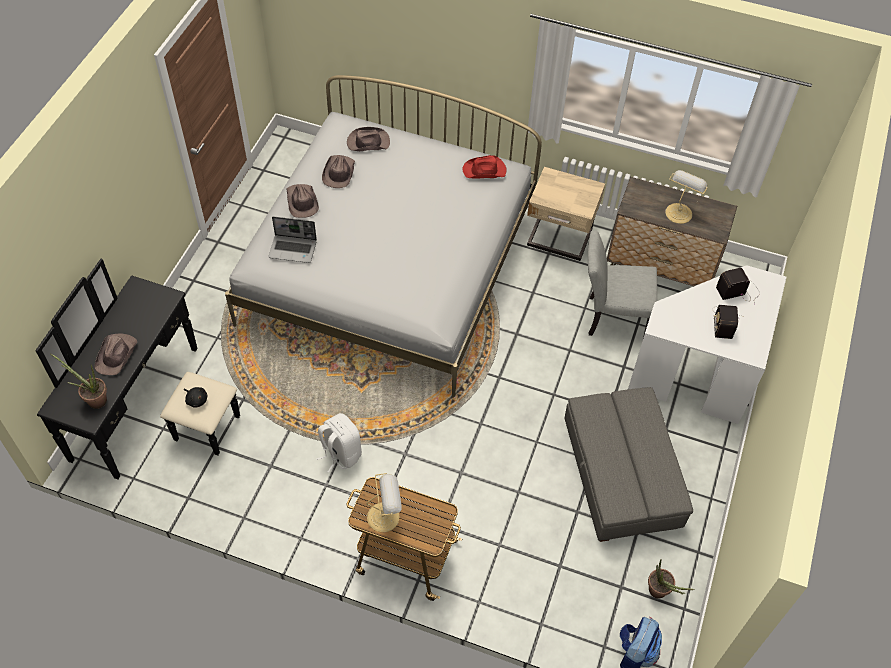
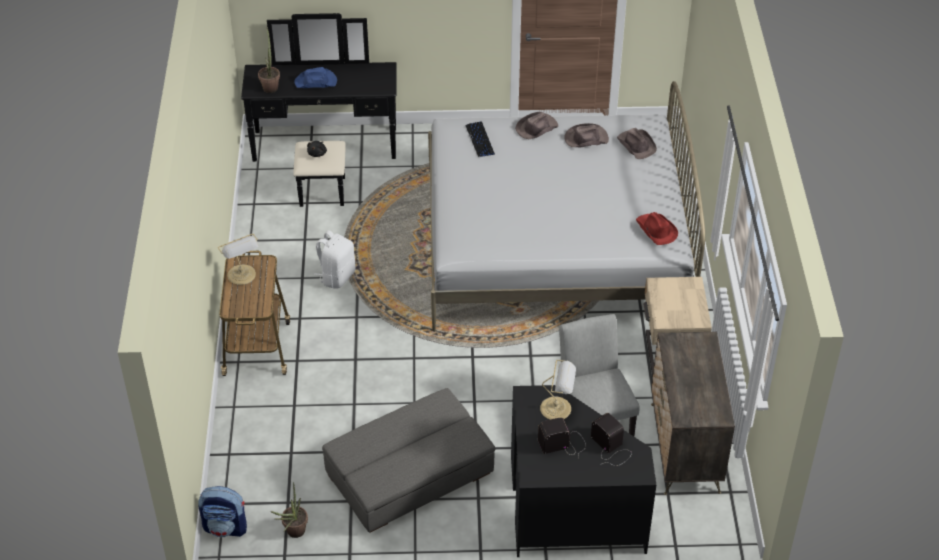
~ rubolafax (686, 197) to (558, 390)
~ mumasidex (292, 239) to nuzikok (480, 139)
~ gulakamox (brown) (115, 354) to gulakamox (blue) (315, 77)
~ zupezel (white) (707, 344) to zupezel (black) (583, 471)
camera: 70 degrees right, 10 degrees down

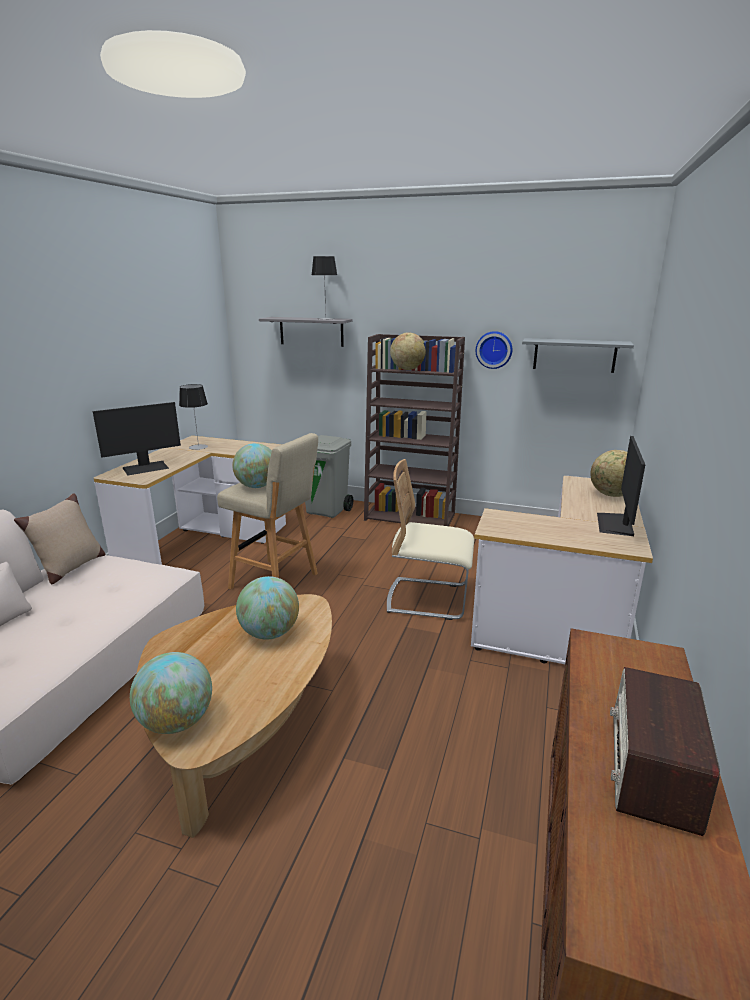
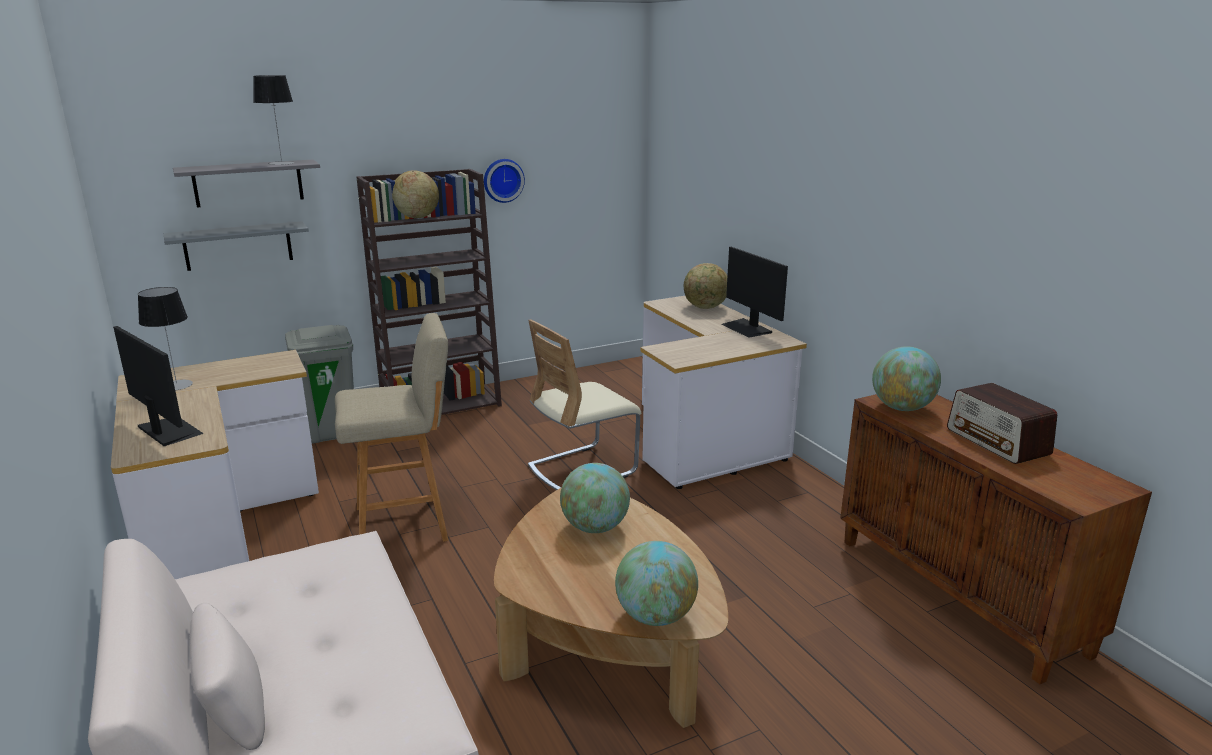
- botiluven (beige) (60, 538)
~ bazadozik (252, 465) to (906, 378)
~ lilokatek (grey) (578, 355) to (236, 246)
~ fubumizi (137, 438) = (158, 386) 60 degrees counterclockwise
camera: 45 degrees left, 0 degrees up

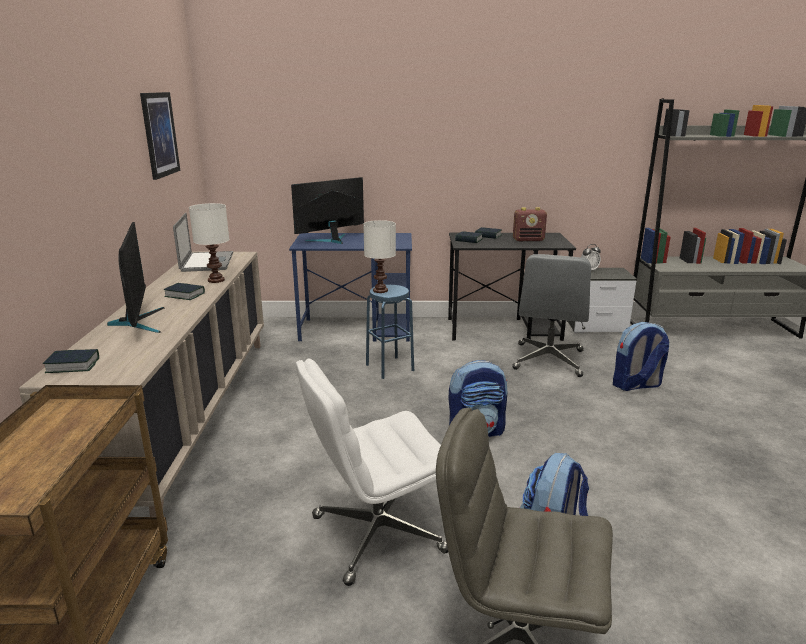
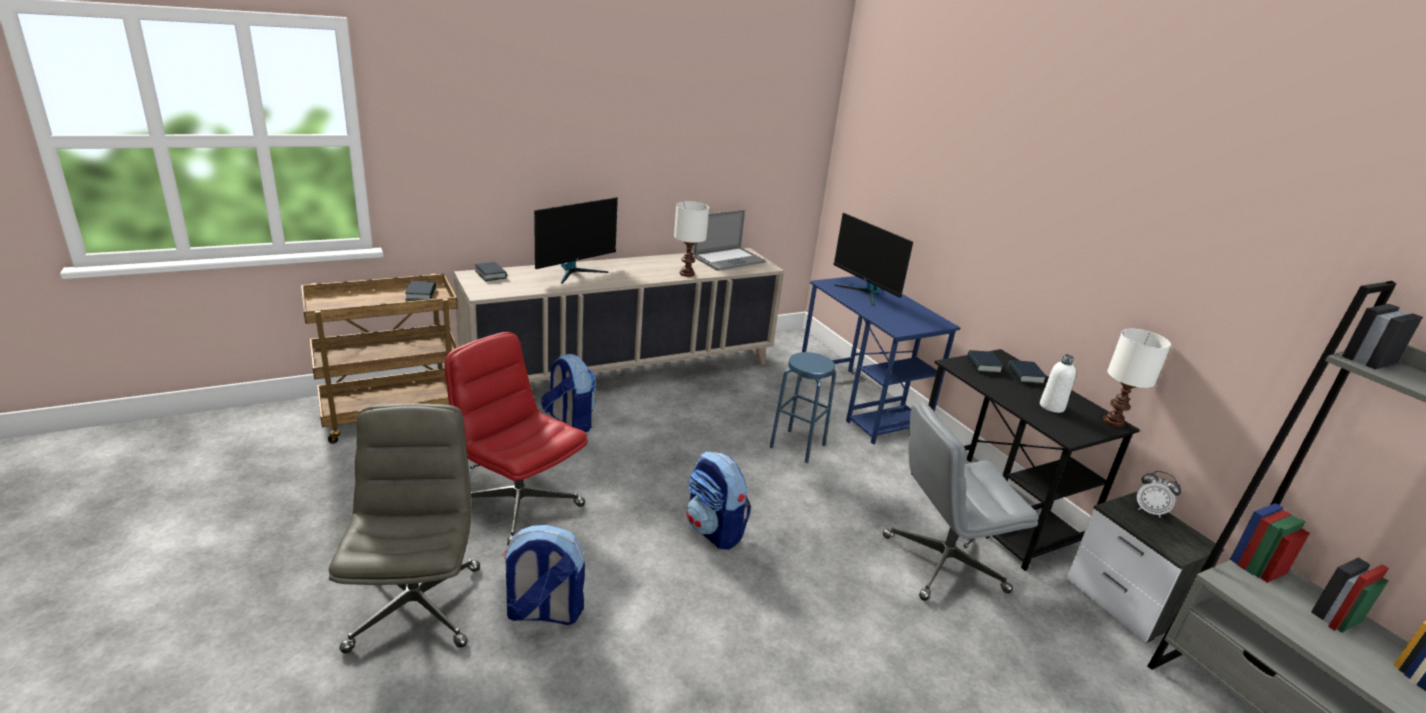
- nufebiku (160, 136)
~ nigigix (184, 291) to (420, 291)
~ rubolafax (white) (379, 256) to (1137, 378)
~ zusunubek (641, 356) to (568, 393)
~ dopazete (530, 224) to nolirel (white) (1058, 383)
~ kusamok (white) (372, 472) to kusamok (red) (516, 439)
~ fubumizi (327, 210) = (873, 259) 150 degrees counterclockwise
camera: 60 degrees right, 5 degrees up

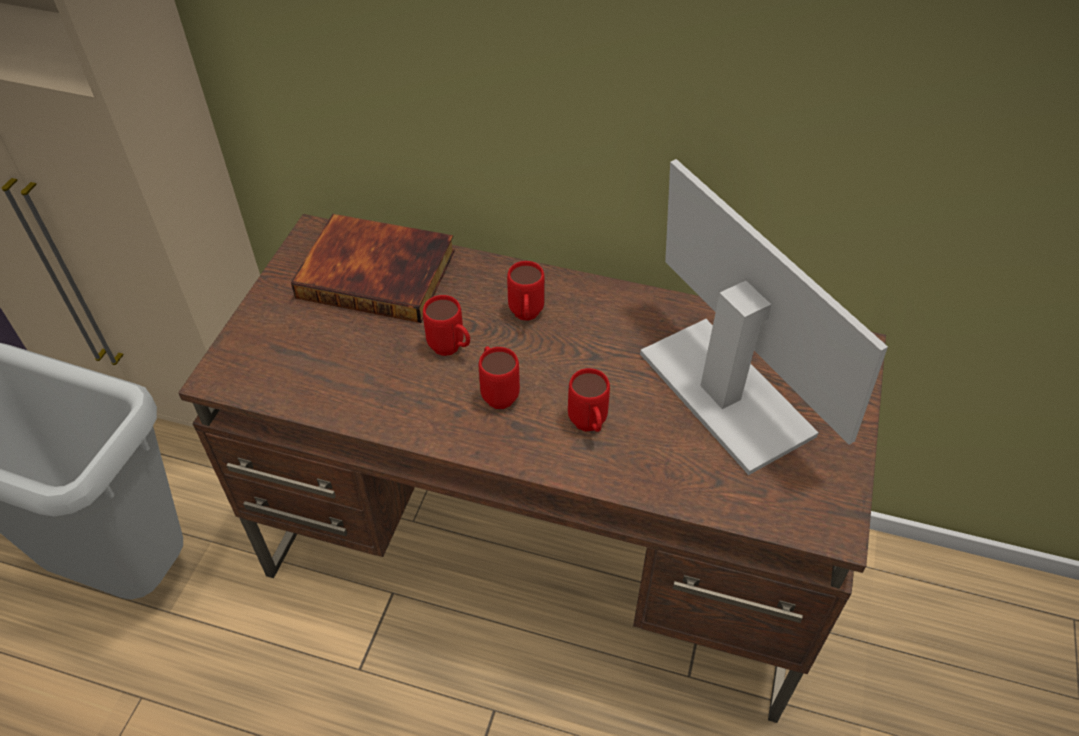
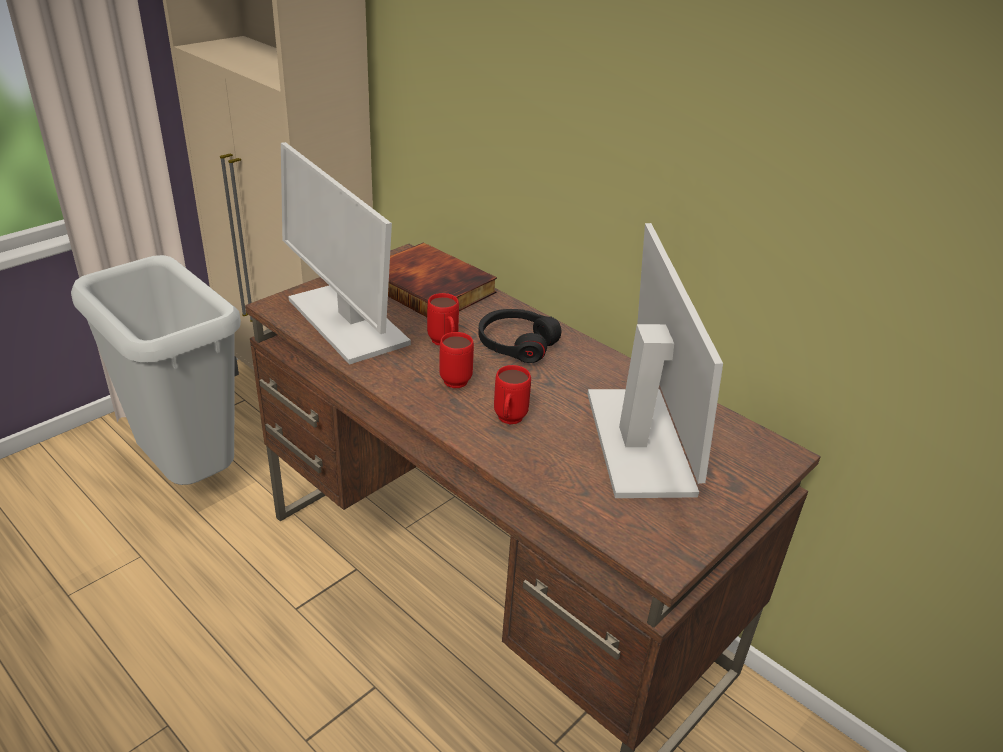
+ fubumizi (346, 253)
~ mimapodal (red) (526, 291) to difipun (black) (519, 336)
camera: 25 degrees right, 15 degrees down

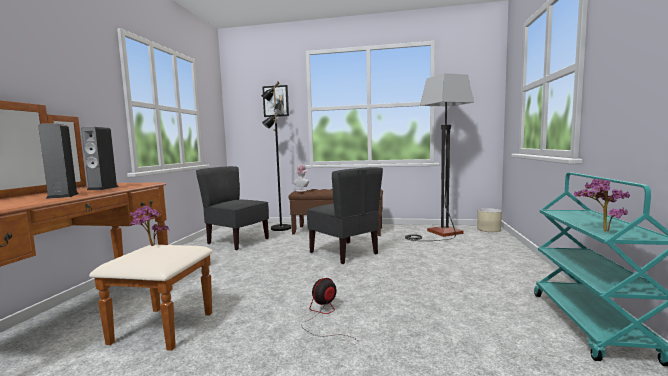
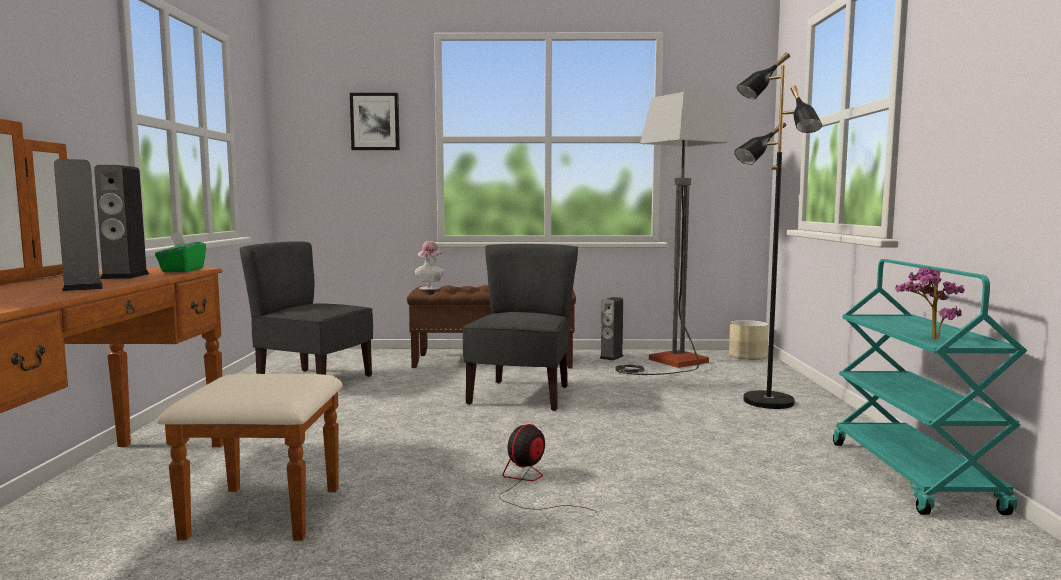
- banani (149, 226)
+ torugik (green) (180, 252)
+ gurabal (612, 329)
~ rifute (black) (276, 156) to (778, 230)
~ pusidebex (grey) (345, 215) = (520, 327) 120 degrees counterclockwise
camera: 10 degrees left, 0 degrees up

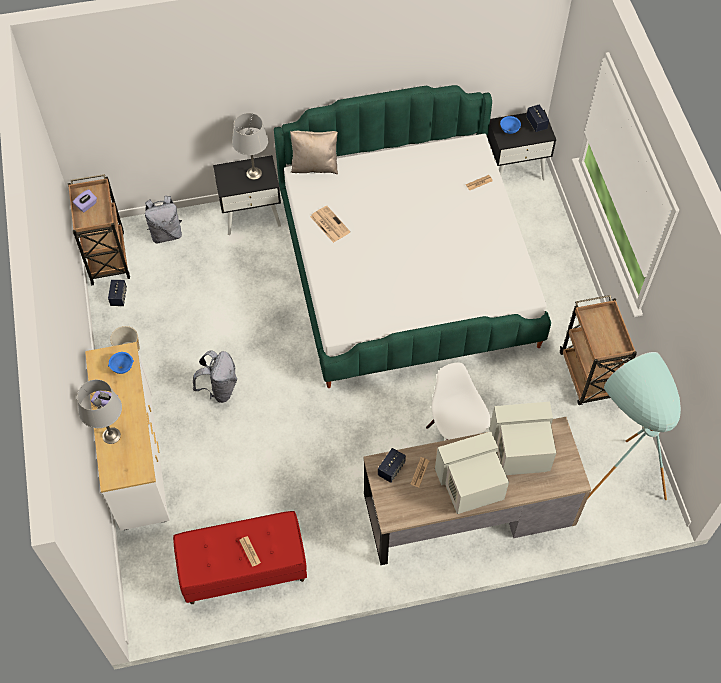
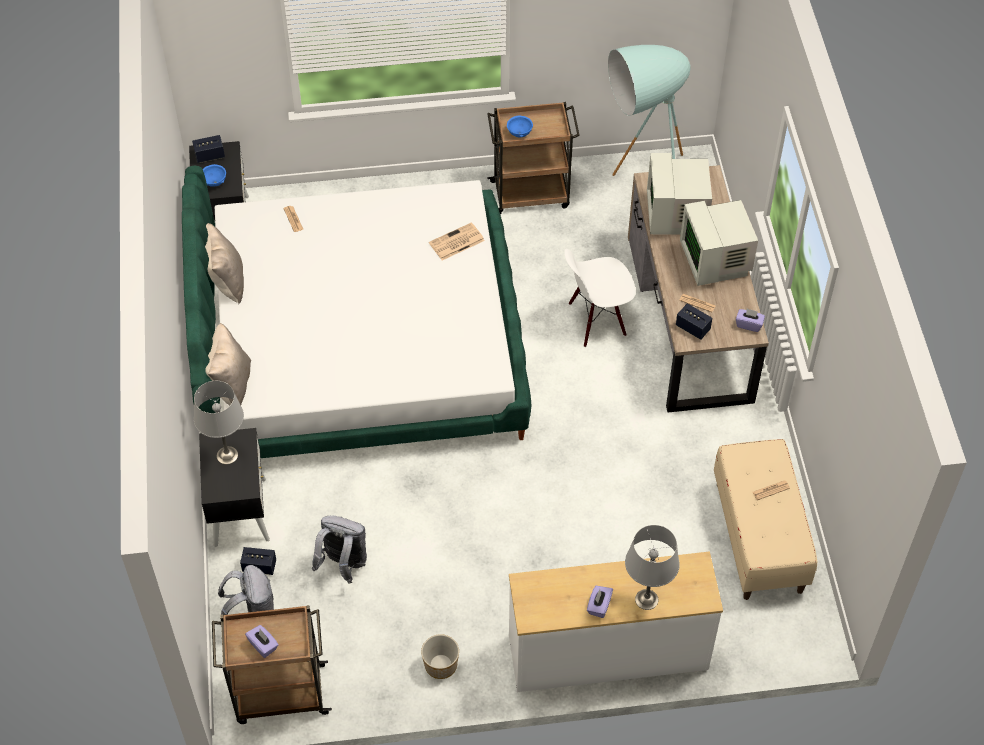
+ botiluven (beige) (224, 263)
+ torugik (purple) (750, 320)
~ gurabal (117, 293) to (258, 561)
~ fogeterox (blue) (121, 363) to (520, 126)
~ zusunubek (grey) (215, 376) to (339, 550)
~ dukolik (330, 224) to (457, 241)
~ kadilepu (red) (240, 557) to kadilepu (beige) (765, 519)
camera: 85 degrees left, 5 degrees down

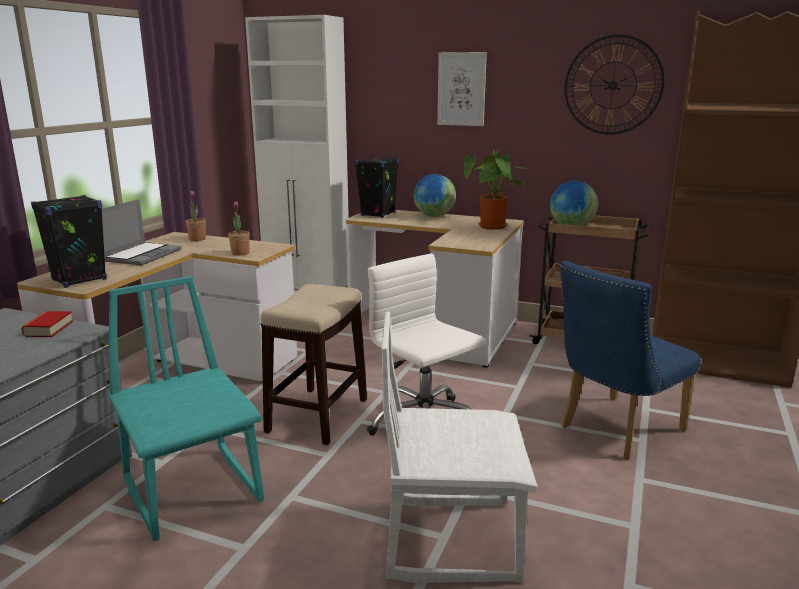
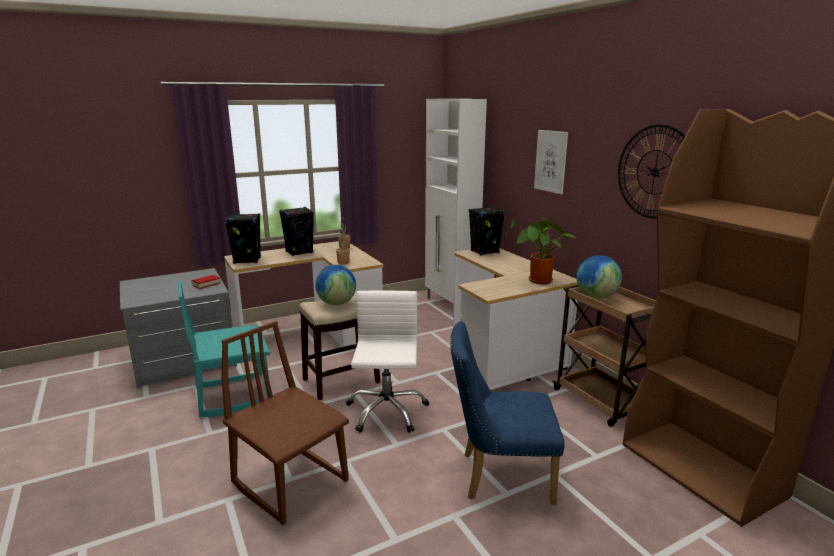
~ bazadozik (435, 195) to (335, 285)
~ mumasidex (141, 232) to gurabal (black) (296, 231)
~ pusidebex (white) (459, 447) to pusidebex (brown) (285, 423)
~ pusidebex (turquoise) (186, 409) = (224, 349) 120 degrees counterclockwise
camera: 40 degrees right, 0 degrees up

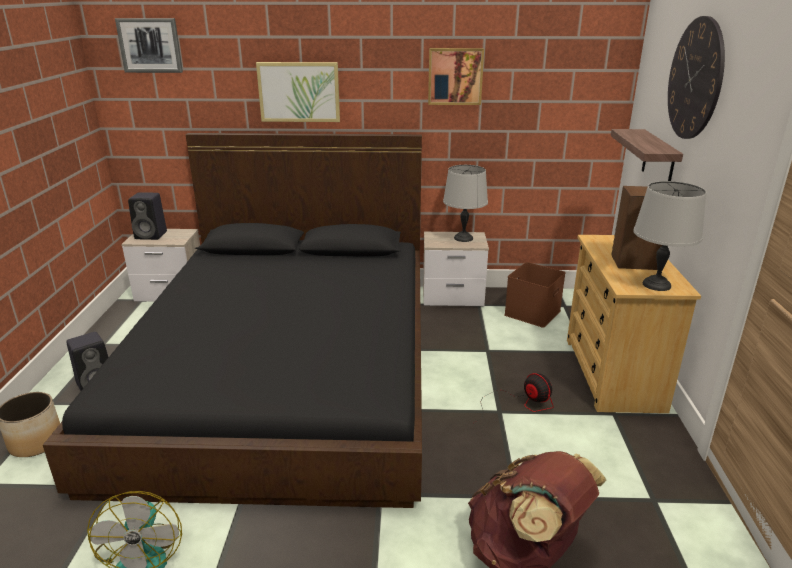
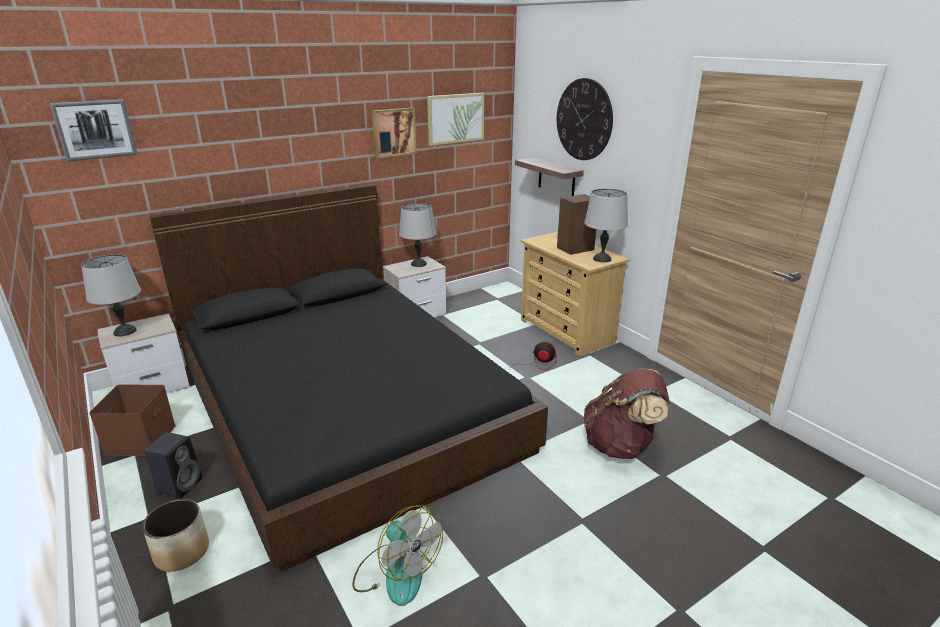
~ nufebiku (298, 92) to (455, 119)
~ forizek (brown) (535, 295) to (132, 420)
~ gurabal (black) (147, 216) to rubolafax (grey) (111, 295)
camera: 35 degrees left, 0 degrees up

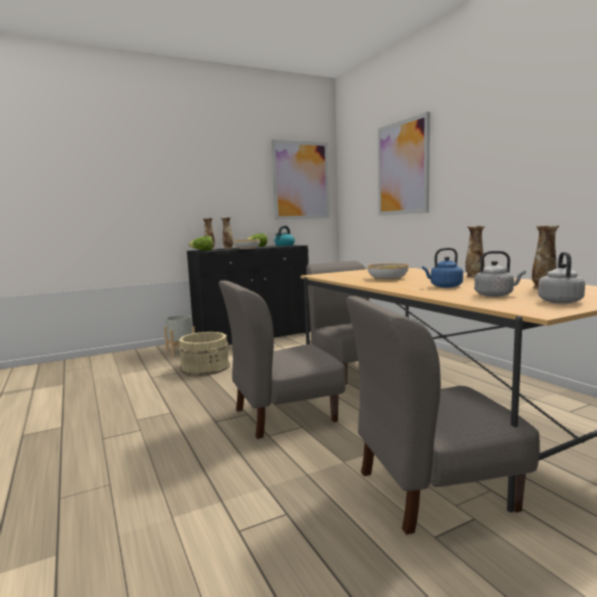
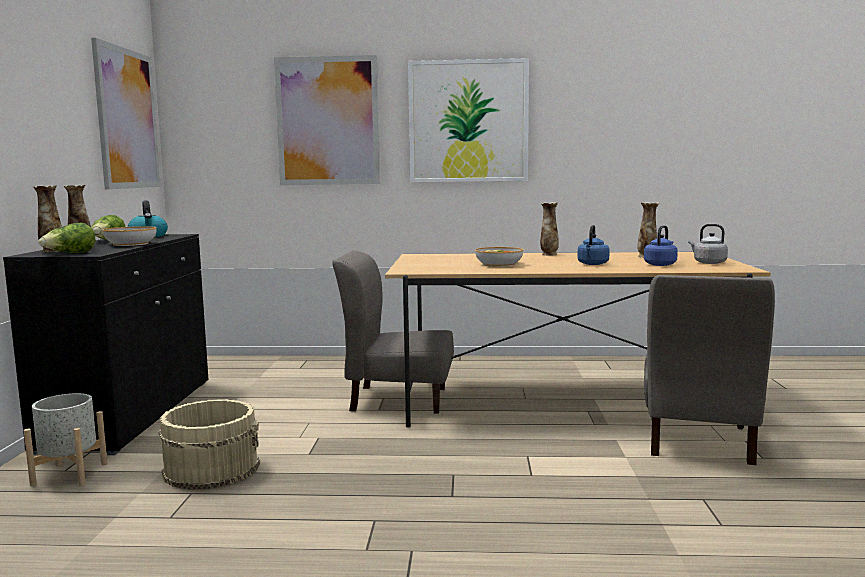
- pusidebex (grey) (282, 359)
+ nufebiku (468, 120)
~ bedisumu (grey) (500, 274) to bedisumu (blue) (661, 245)
camera: 60 degrees left, 0 degrees up

